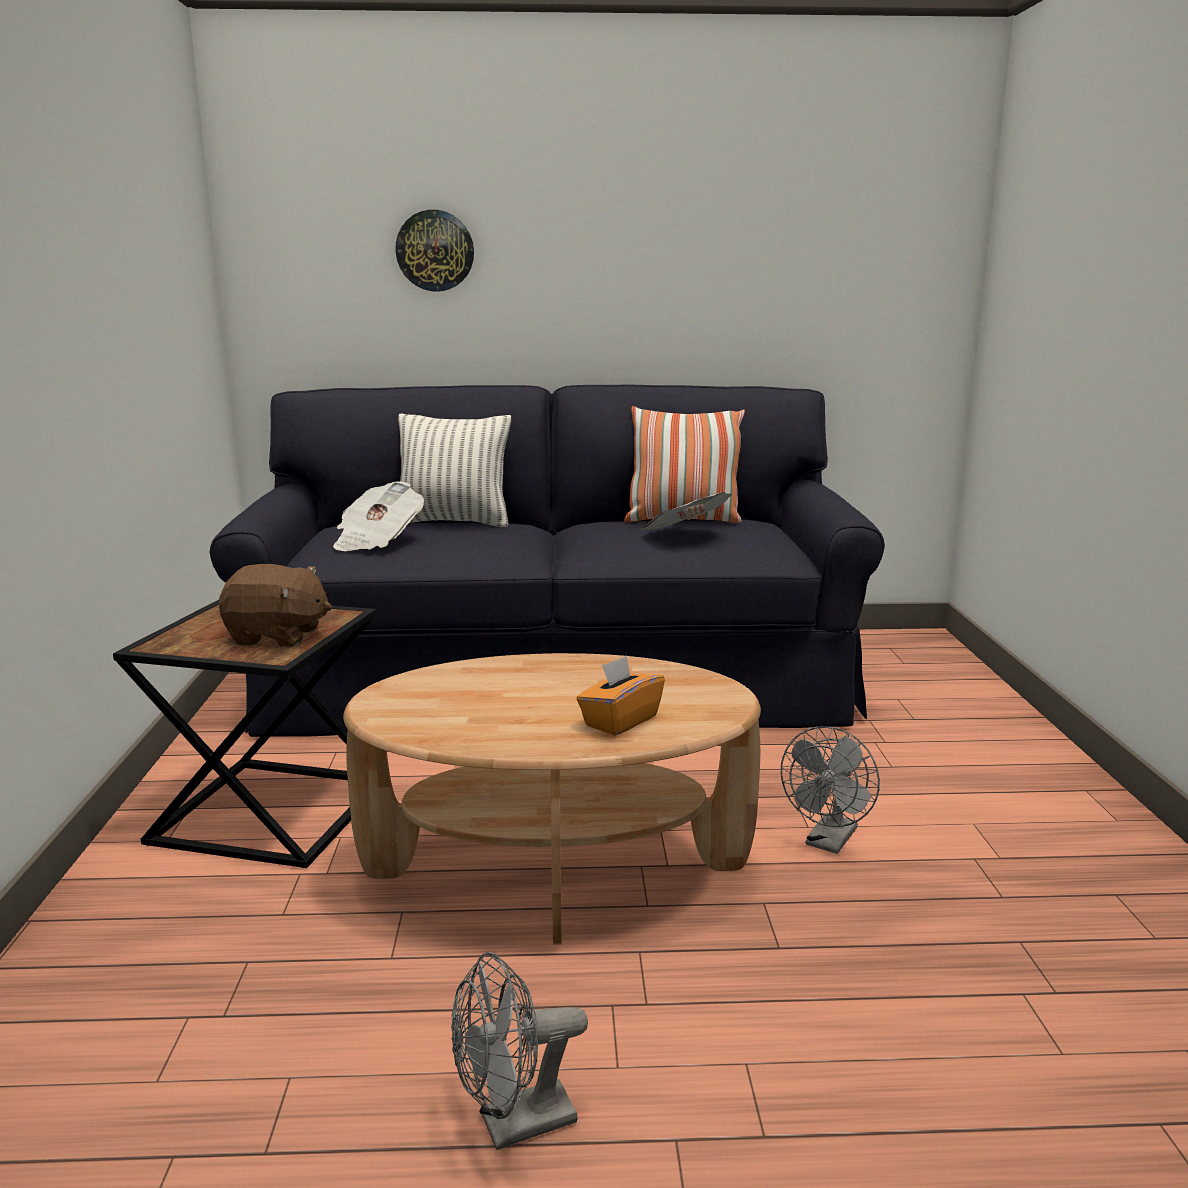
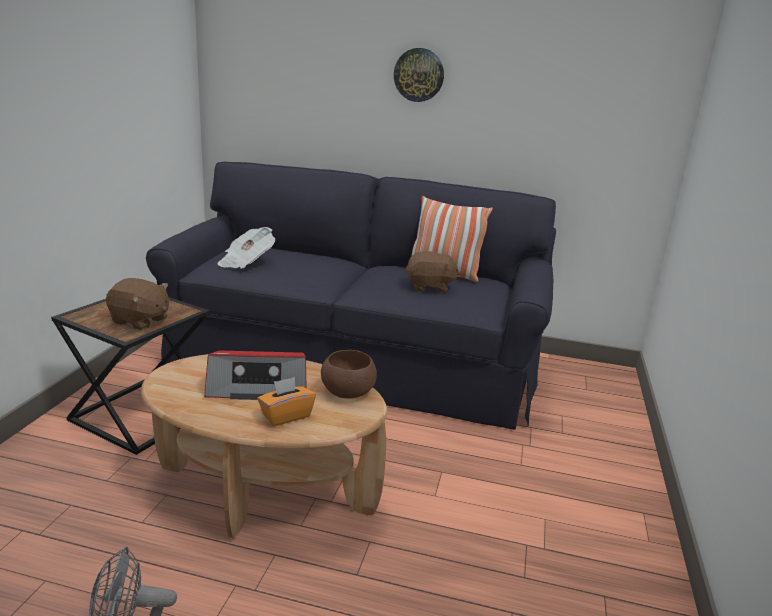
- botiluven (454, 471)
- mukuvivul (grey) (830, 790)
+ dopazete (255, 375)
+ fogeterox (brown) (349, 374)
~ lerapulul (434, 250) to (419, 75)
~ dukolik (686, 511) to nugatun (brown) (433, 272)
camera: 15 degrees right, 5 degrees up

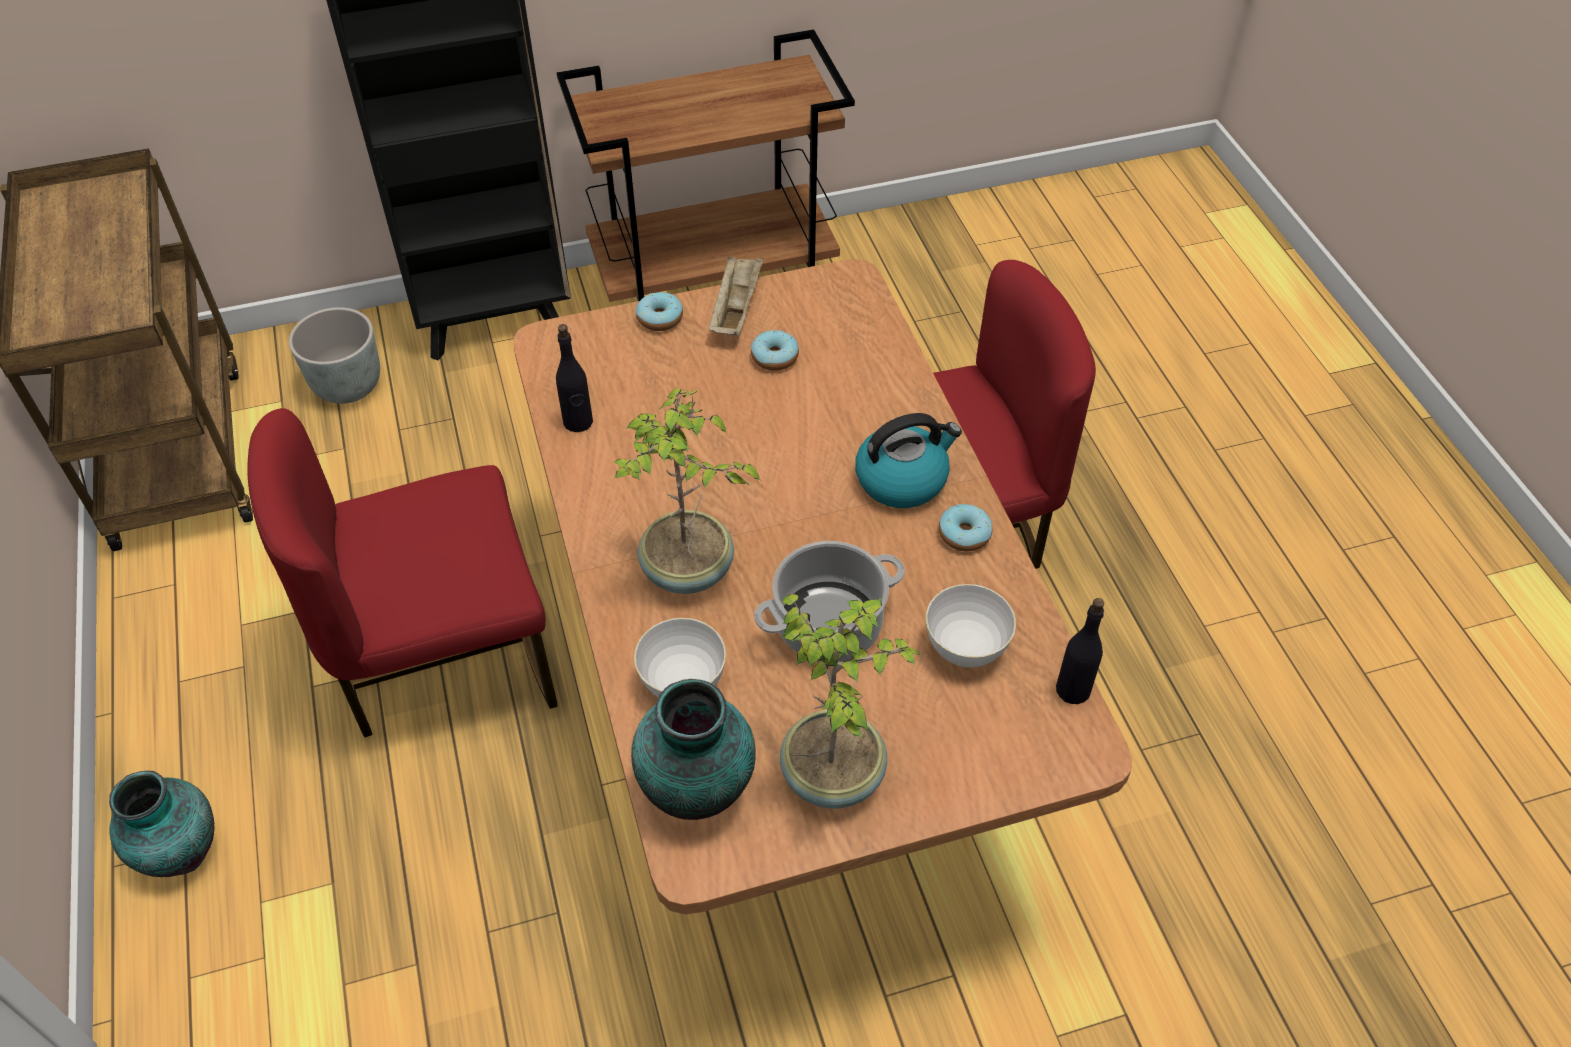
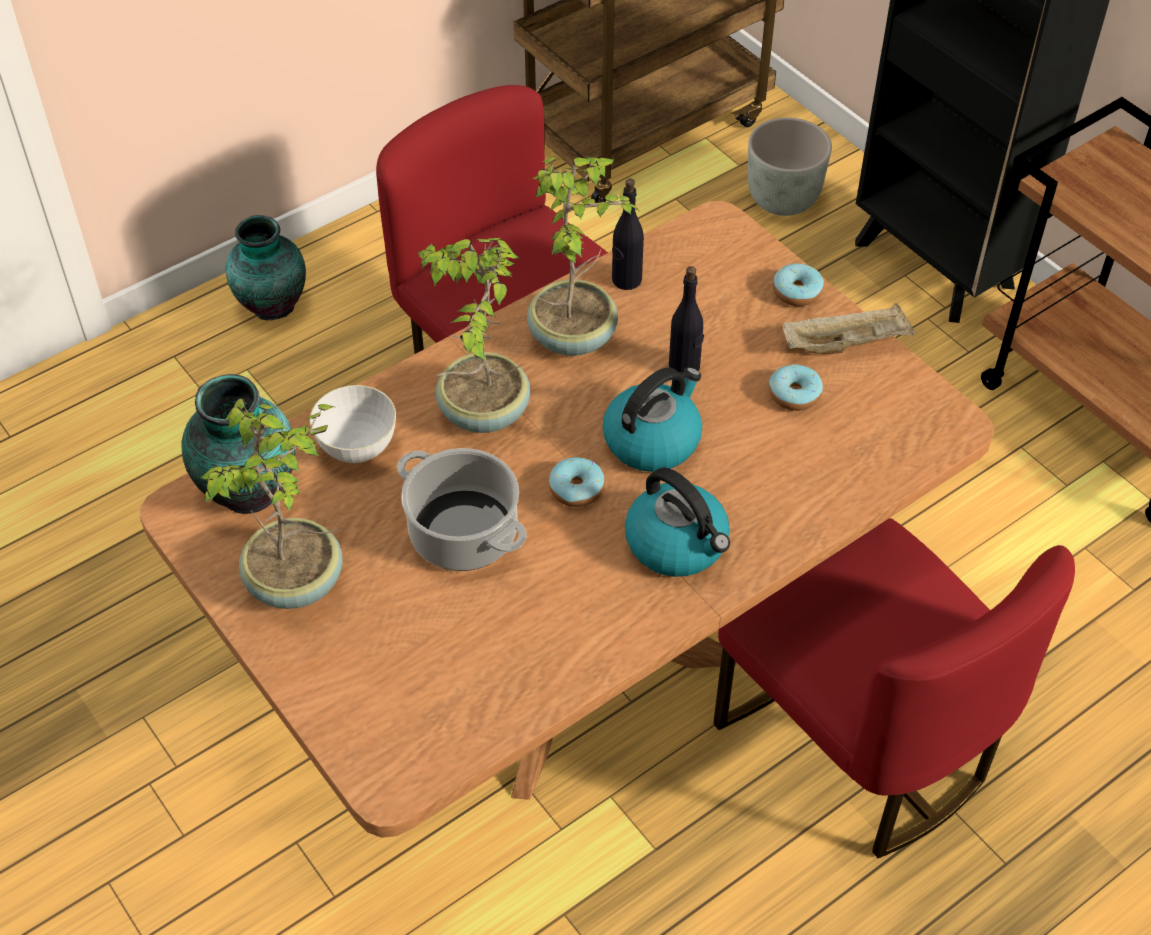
- fogeterox (white) (971, 625)
+ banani (583, 256)
+ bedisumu (652, 419)
~ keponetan (965, 527) to (577, 482)
~ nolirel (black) (1080, 651) to (686, 319)
camera: 70 degrees right, 0 degrees up

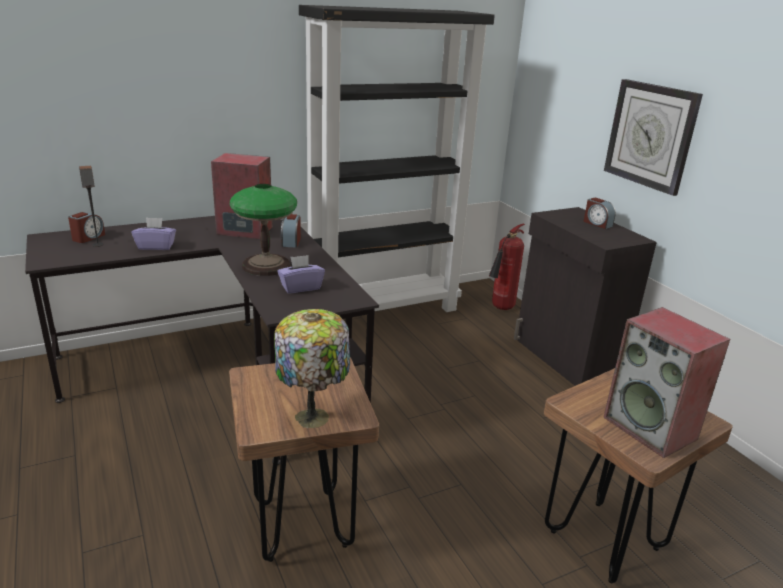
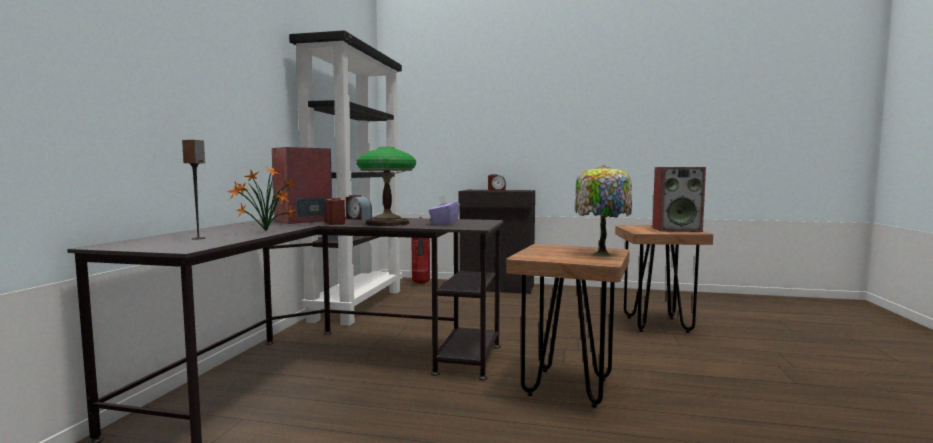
- lerapulul (653, 137)
~ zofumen (86, 227) to (334, 211)
~ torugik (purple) (154, 233) to banani (262, 199)
camera: 50 degrees left, 20 degrees down

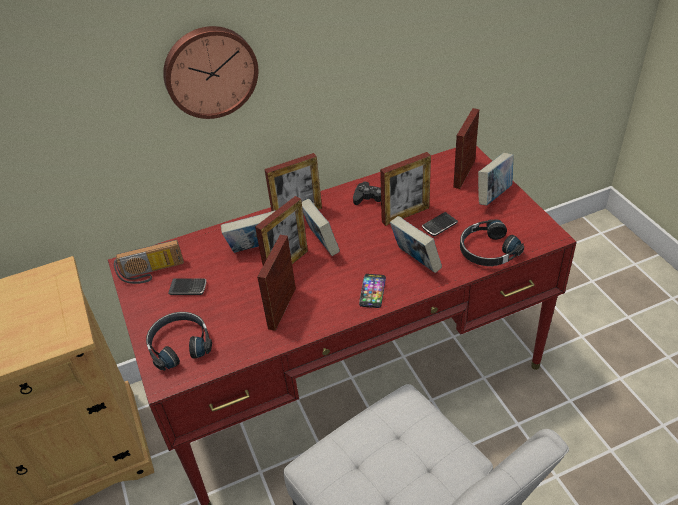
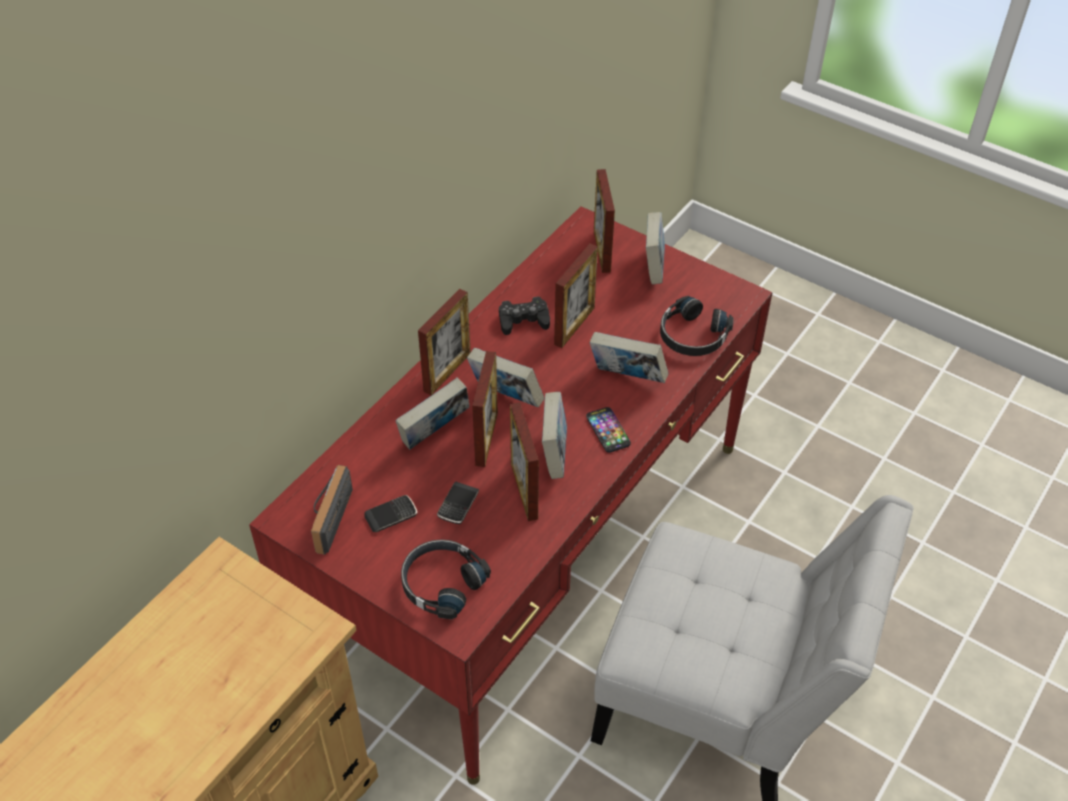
- lerapulul (210, 72)
+ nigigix (554, 435)
~ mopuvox (440, 224) to (458, 503)
~ dopazete (149, 262) = (332, 510) 150 degrees clockwise
camera: 35 degrees left, 5 degrees up

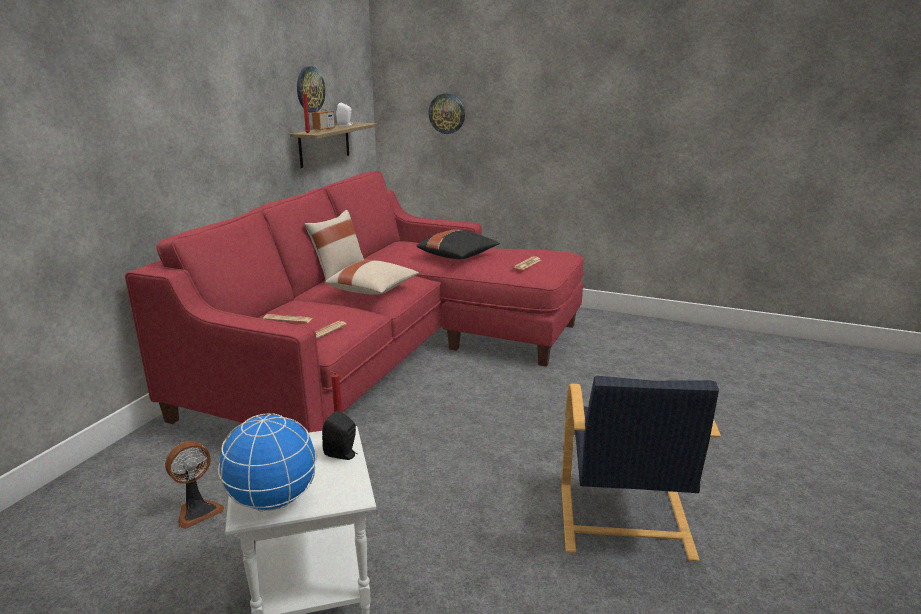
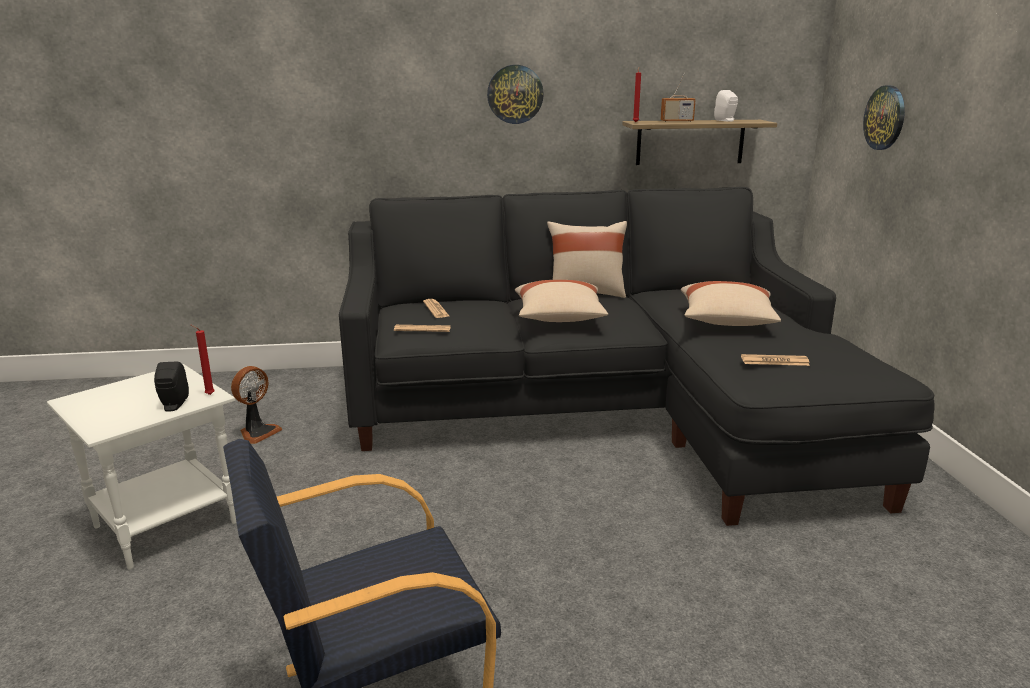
- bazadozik (267, 462)
~ lerapulul (311, 90) to (515, 94)
~ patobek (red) (354, 302) to patobek (black) (636, 356)
~ botiluven (black) (458, 244) to botiluven (beige) (731, 303)
~ mukuvivul (194, 485) = (256, 405) 75 degrees counterclockwise
camera: 60 degrees right, 0 degrees up

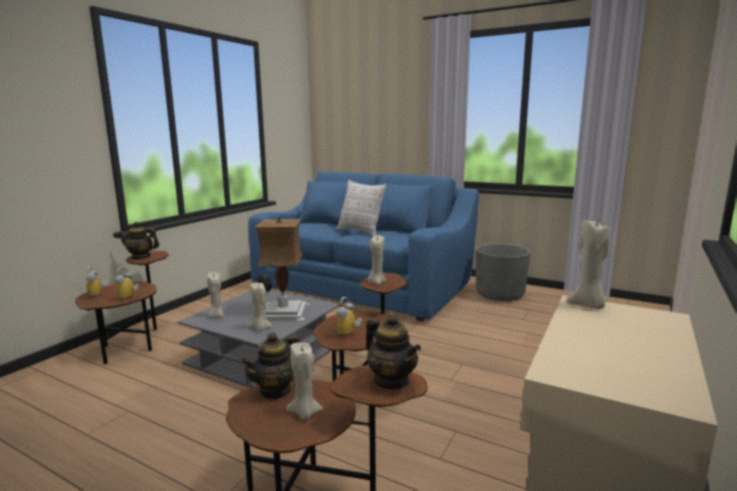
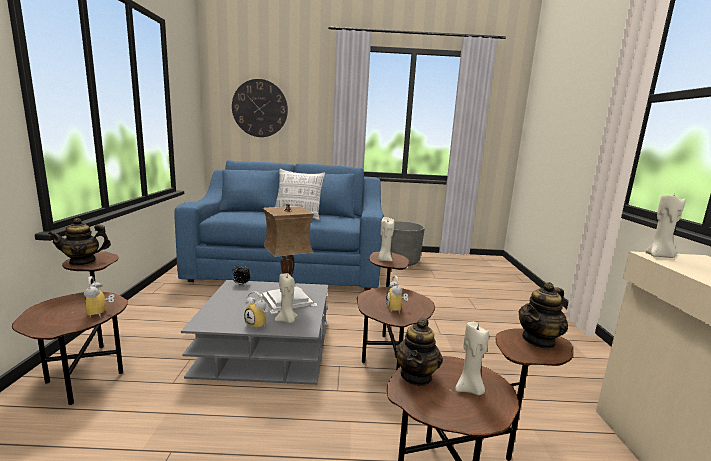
- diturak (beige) (216, 295)
+ lerapulul (260, 108)
~ zofumen (97, 282) to (255, 310)
~ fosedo (393, 351) = (543, 315) 120 degrees clockwise
camera: 30 degrees left, 0 degrees up

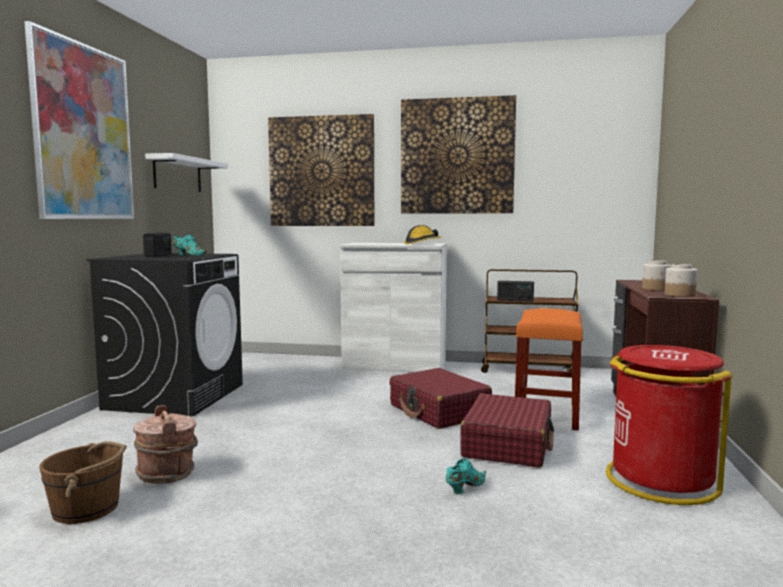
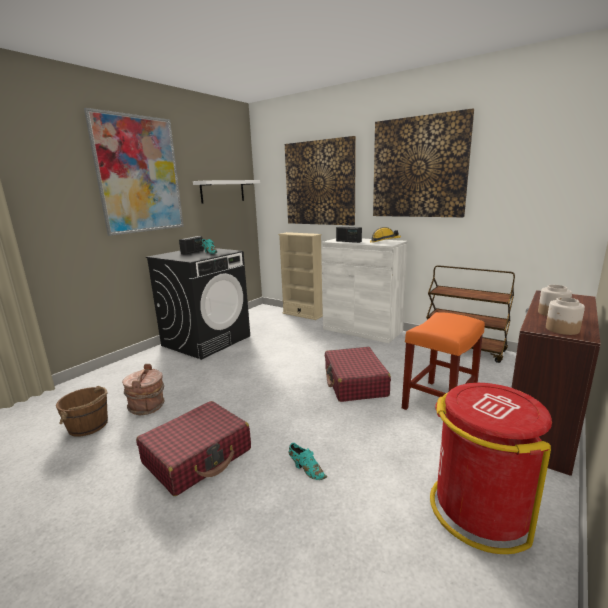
+ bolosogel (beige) (300, 276)
~ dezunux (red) (507, 430) to (193, 448)
~ dopazete (515, 291) to (349, 235)
~ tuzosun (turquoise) (465, 476) = (308, 461) 60 degrees clockwise
camera: 25 degrees right, 10 degrees up

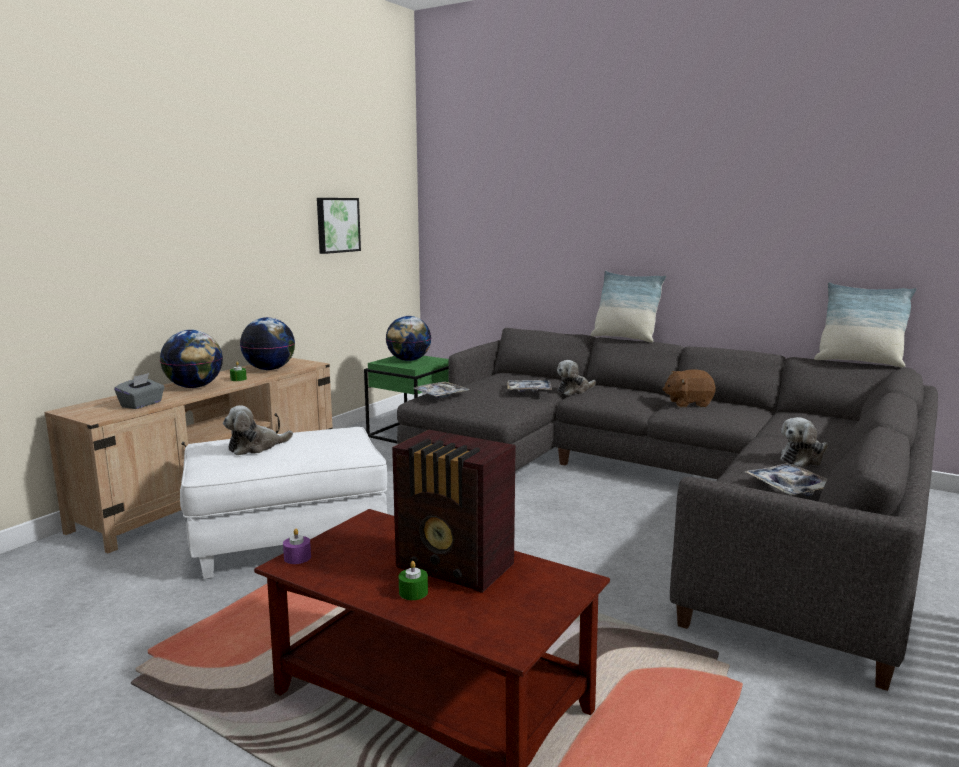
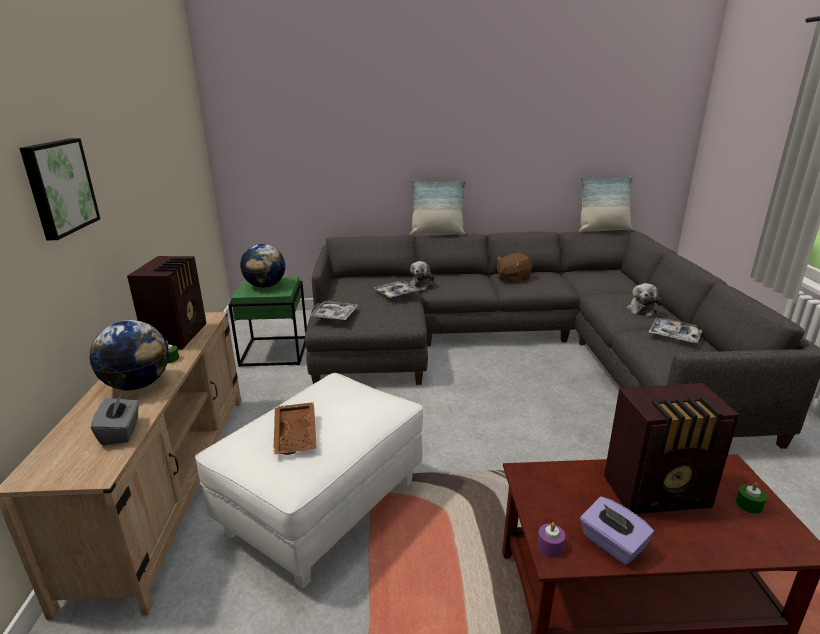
+ torugik (purple) (617, 530)
~ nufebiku (339, 226) to (59, 189)
~ diturak (green) (413, 580) to (751, 498)
~ nugatun (258, 430) to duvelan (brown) (295, 428)
~ bazadozik (267, 343) to dopazete (166, 303)
camera: 35 degrees left, 10 degrees up

